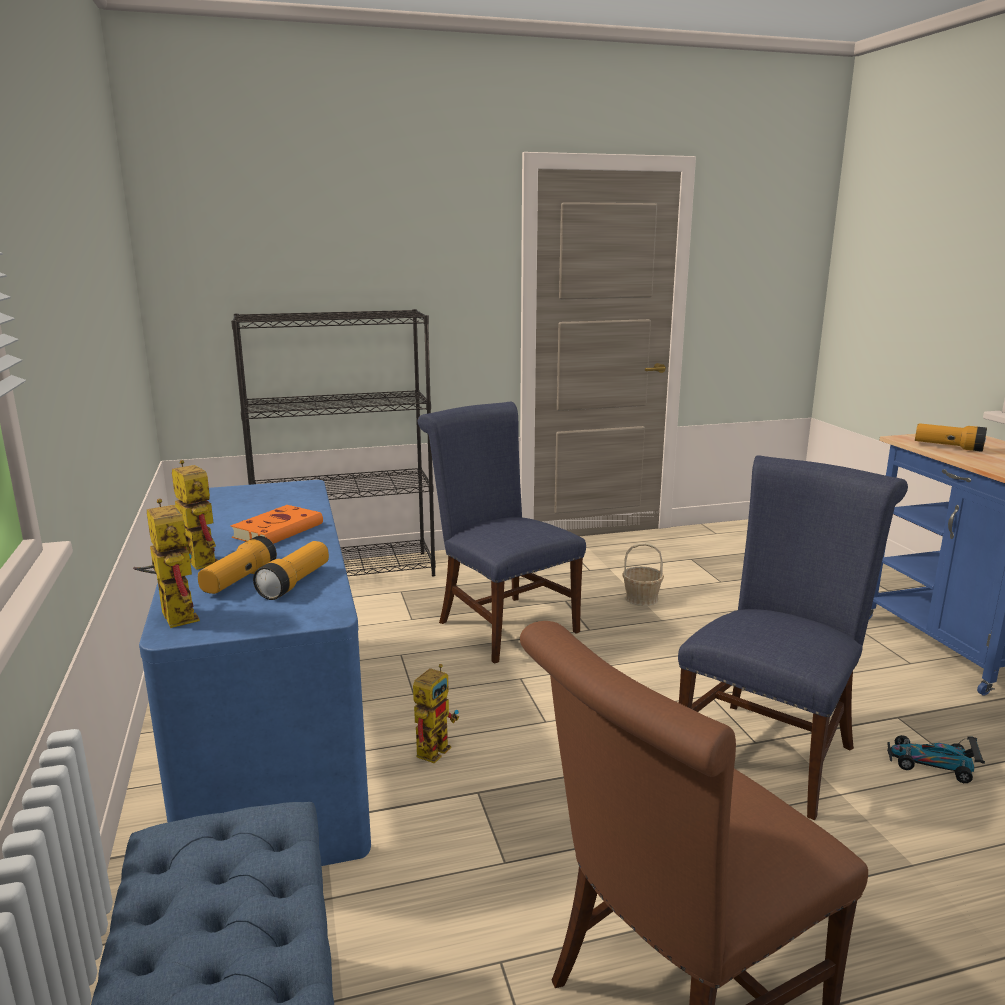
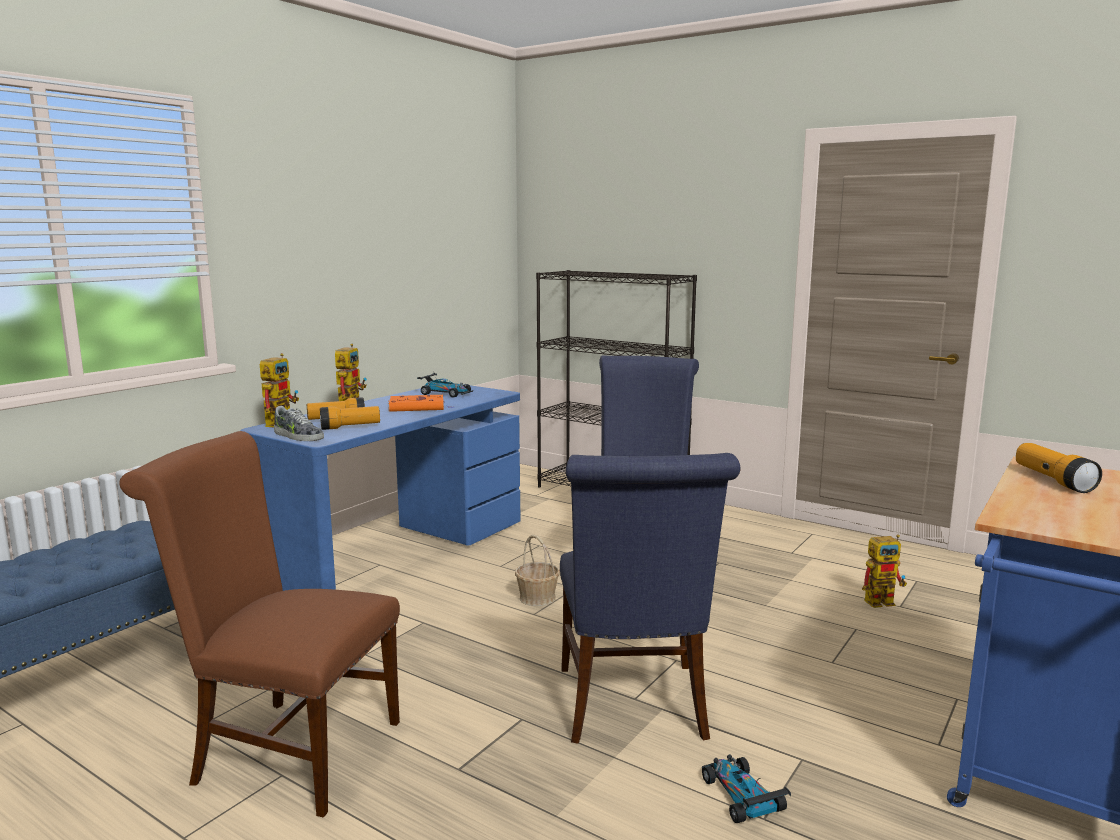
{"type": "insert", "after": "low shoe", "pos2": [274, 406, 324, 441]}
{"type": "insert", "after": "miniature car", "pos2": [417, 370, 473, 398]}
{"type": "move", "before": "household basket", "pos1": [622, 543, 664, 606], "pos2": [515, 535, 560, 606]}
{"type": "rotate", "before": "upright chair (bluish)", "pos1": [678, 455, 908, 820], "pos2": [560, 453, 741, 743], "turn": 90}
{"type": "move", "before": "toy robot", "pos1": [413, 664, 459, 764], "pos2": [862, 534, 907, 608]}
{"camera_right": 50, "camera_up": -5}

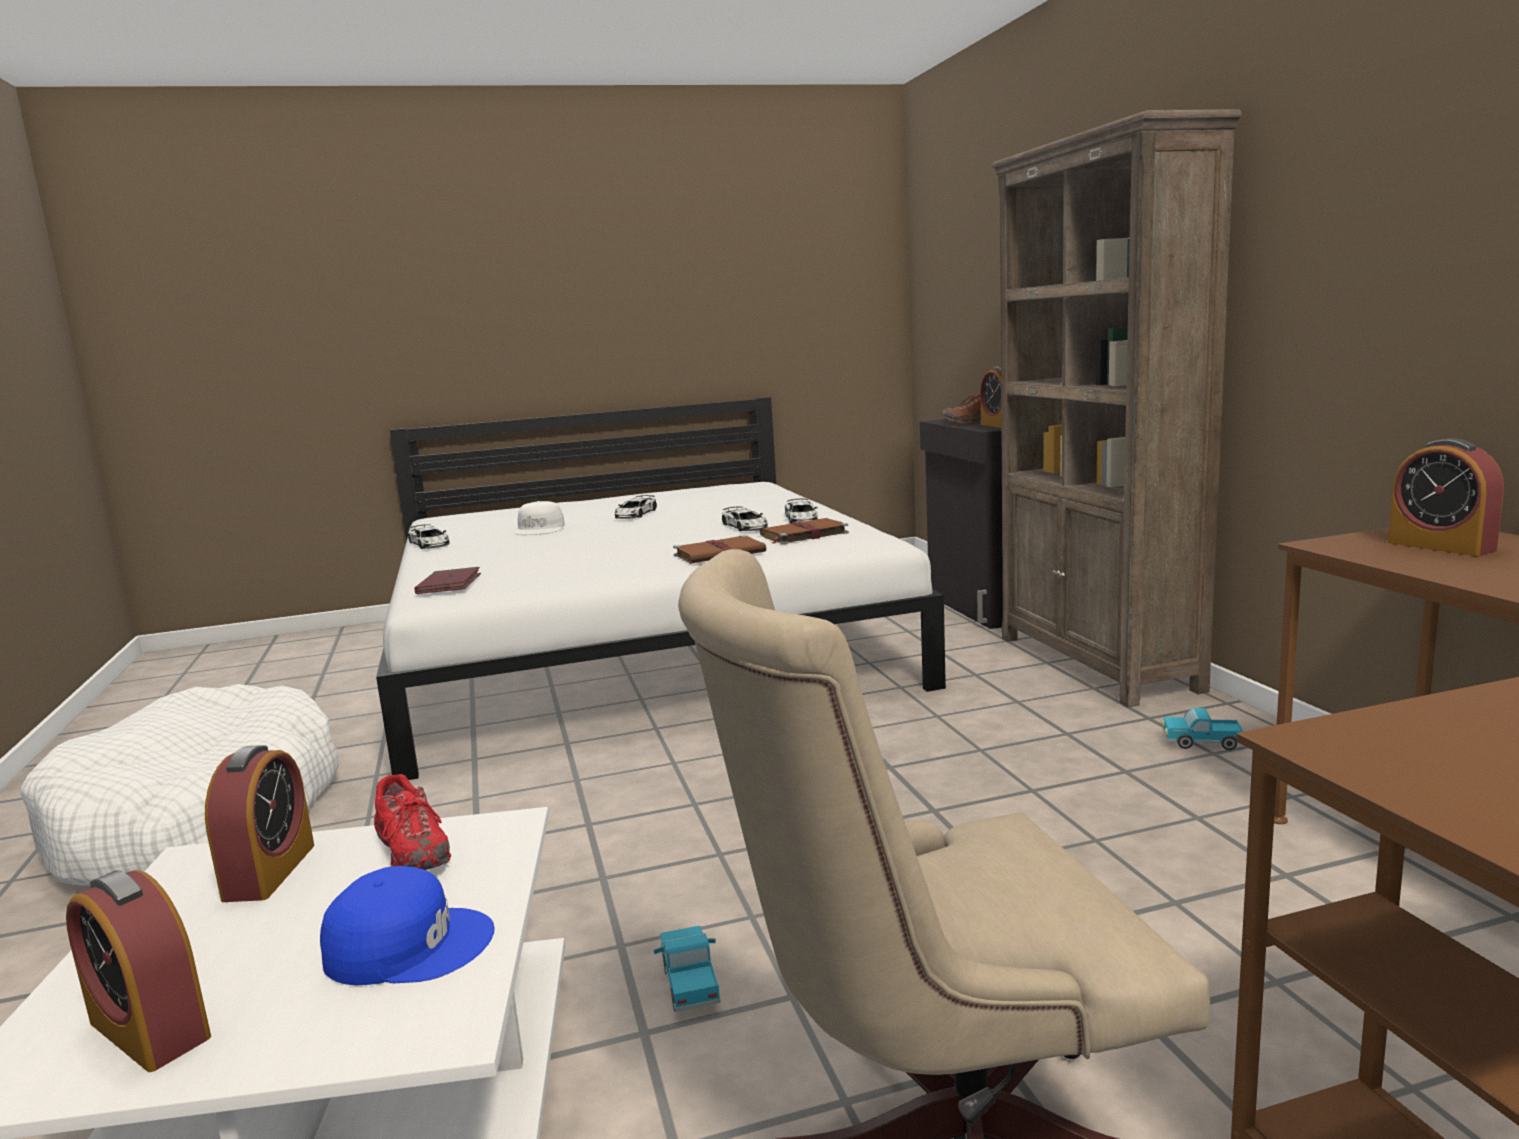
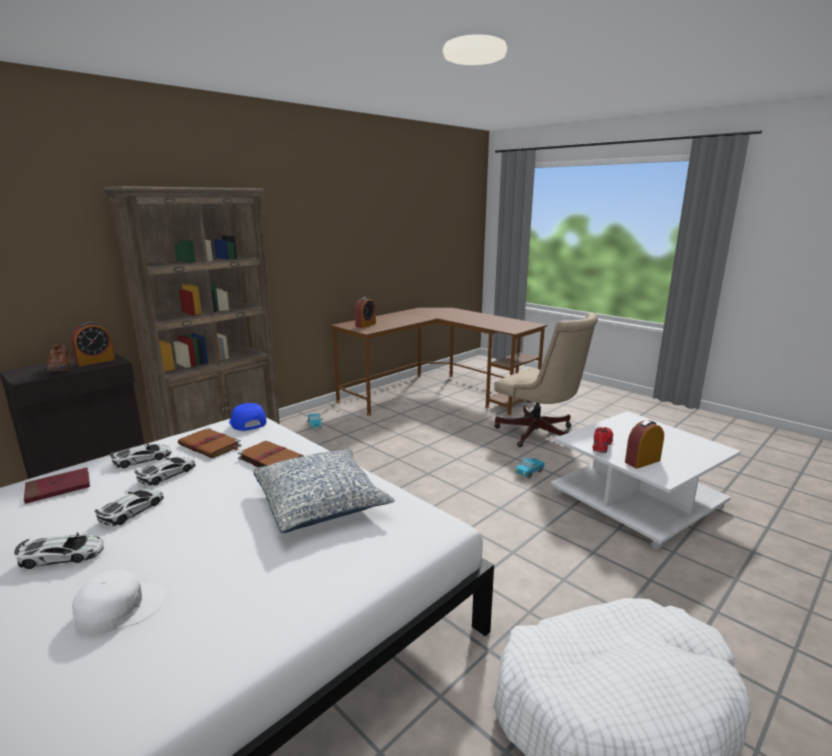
{"type": "move", "before": "bound book (reddish)", "pos1": [414, 567, 481, 594], "pos2": [24, 467, 90, 504]}
{"type": "move", "before": "miniature car", "pos1": [408, 524, 450, 549], "pos2": [95, 489, 164, 526]}
{"type": "move", "before": "peaked cap (bluish)", "pos1": [320, 866, 495, 986], "pos2": [229, 403, 266, 431]}
{"type": "insert", "after": "cushion", "pos2": [254, 449, 395, 533]}
{"type": "delete", "before": "table clock", "pos1": [66, 870, 211, 1072]}
{"camera_right": -120, "camera_up": 5}

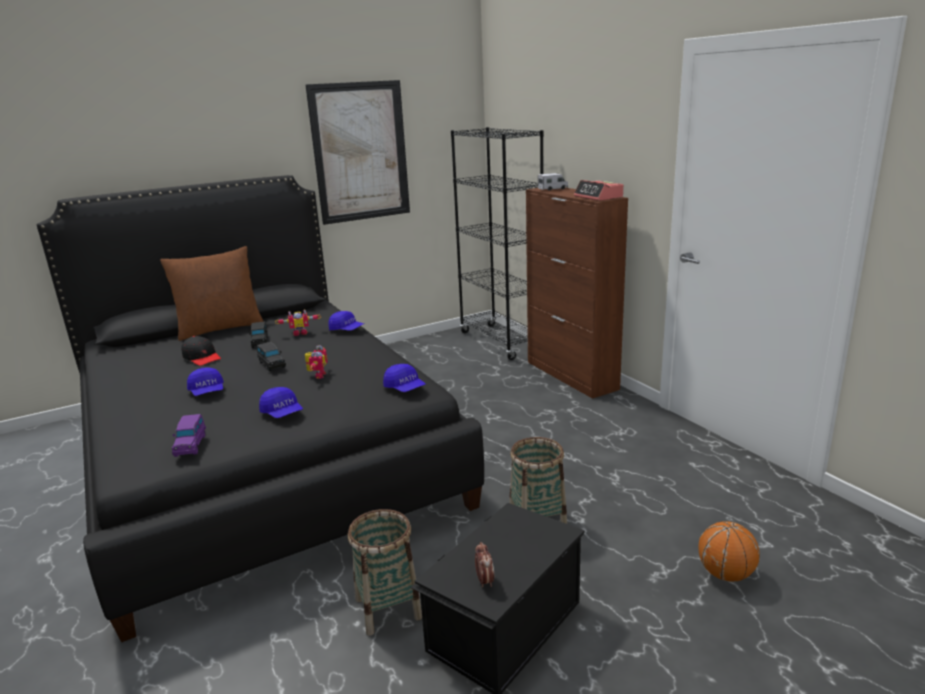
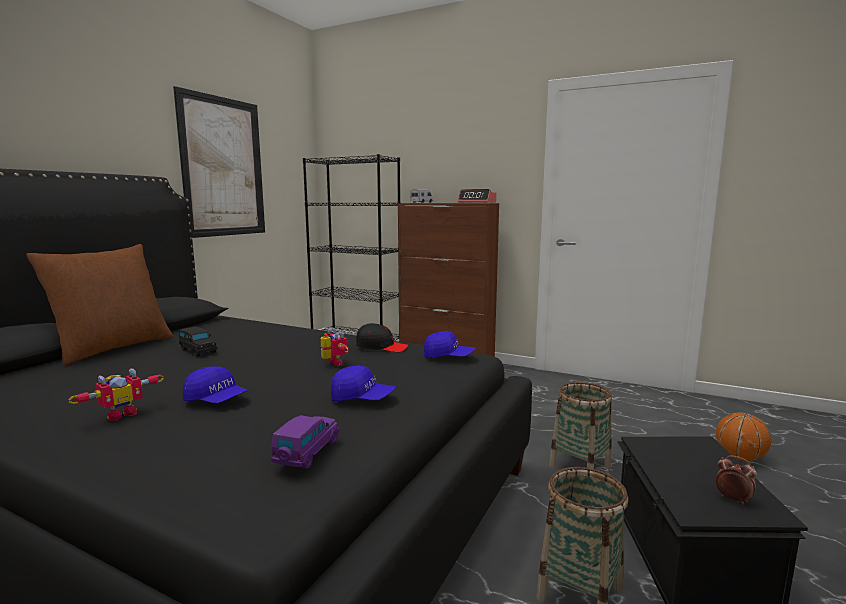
{"type": "move", "before": "toy robot", "pos1": [275, 309, 321, 336], "pos2": [69, 368, 164, 421]}
{"type": "rotate", "before": "miniature car (purplish)", "pos1": [172, 414, 206, 457], "pos2": [271, 415, 339, 469], "turn": -120}
{"type": "move", "before": "peaked cap (black)", "pos1": [181, 336, 221, 366], "pos2": [356, 323, 408, 352]}
{"type": "delete", "before": "miniature car (black)", "pos1": [257, 342, 286, 371]}
{"type": "delete", "before": "peaked cap (bluish)", "pos1": [328, 311, 364, 331]}
{"camera_right": -35, "camera_up": -10}

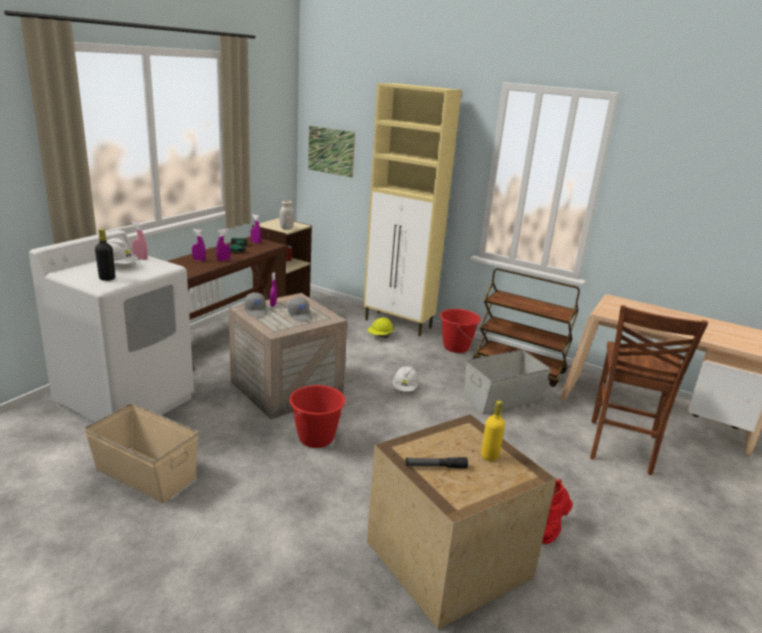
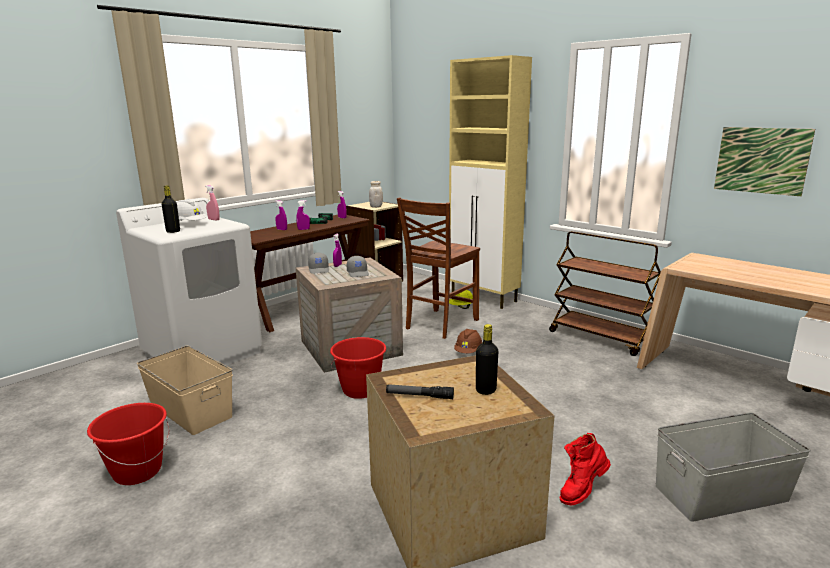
{"type": "move", "before": "bucket (reddish)", "pos1": [440, 309, 481, 353], "pos2": [87, 403, 169, 485]}
{"type": "move", "before": "upright chair (brownish)", "pos1": [590, 305, 708, 475], "pos2": [397, 198, 480, 339]}
{"type": "recolor", "before": "hard hat (whitish)", "after": "hard hat (brownish)", "pos1": [393, 366, 419, 392], "pos2": [454, 329, 482, 353]}
{"type": "recolor", "before": "drink bottle (yellow)", "after": "drink bottle (black)", "pos1": [481, 400, 505, 461], "pos2": [476, 324, 498, 395]}
{"type": "move", "before": "storage bin (greyish)", "pos1": [464, 350, 551, 415], "pos2": [656, 412, 810, 522]}
{"type": "move", "before": "picture", "pos1": [308, 126, 355, 177], "pos2": [714, 127, 815, 196]}
{"camera_right": 15, "camera_up": -5}

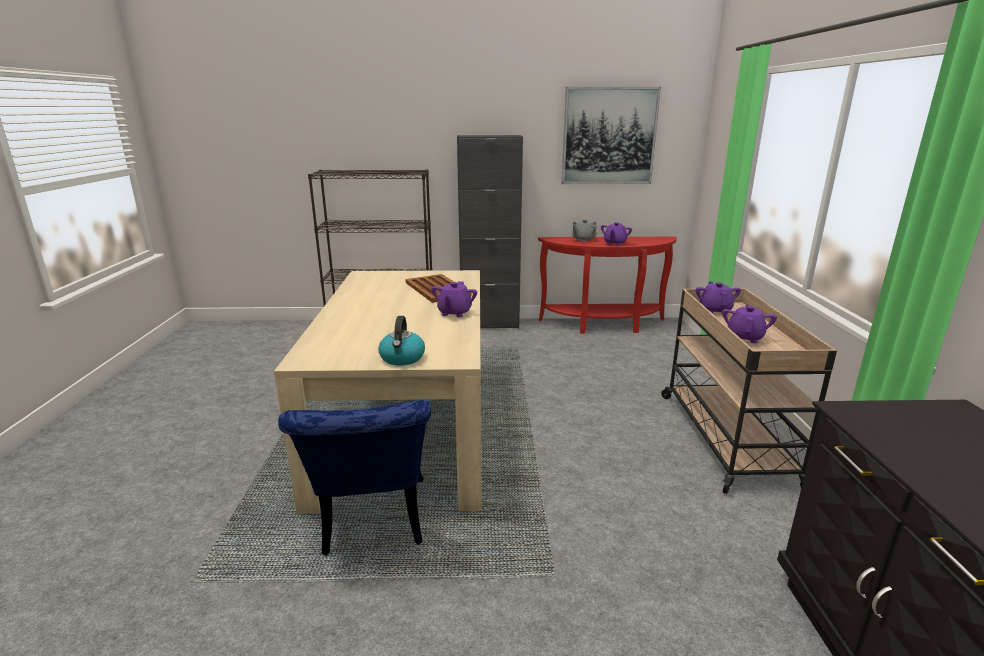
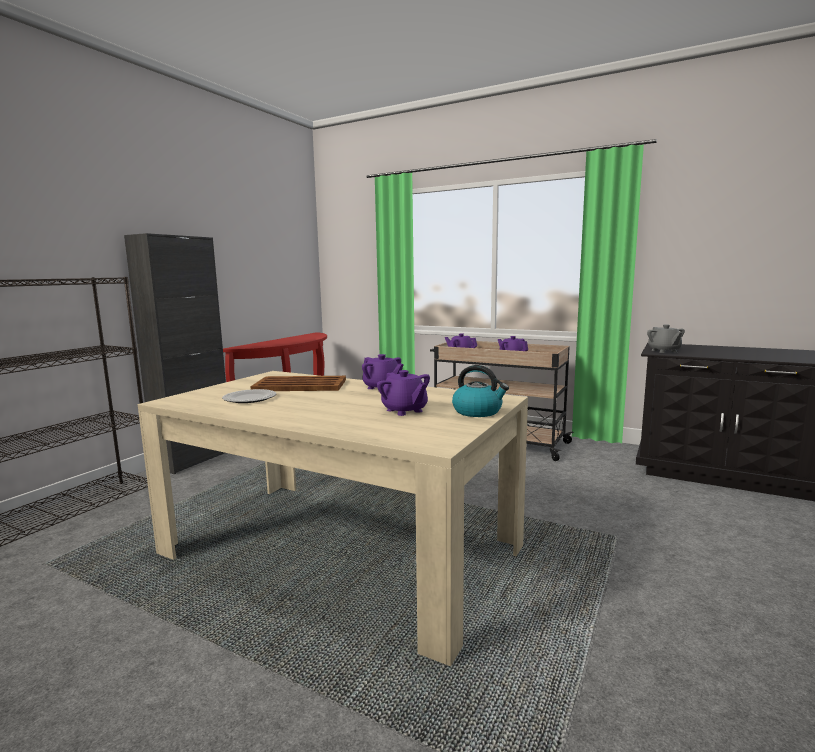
{"type": "insert", "after": "flat dish", "pos2": [222, 389, 276, 403]}
{"type": "move", "before": "teapot (purplish)", "pos1": [601, 222, 632, 246], "pos2": [377, 370, 430, 416]}
{"type": "move", "before": "teapot (greyish)", "pos1": [572, 219, 597, 242], "pos2": [647, 324, 685, 353]}
{"type": "delete", "before": "upright chair (bluish)", "pos1": [278, 400, 431, 556]}
{"type": "delete", "before": "picture", "pos1": [562, 87, 661, 184]}
{"camera_right": -60, "camera_up": -10}

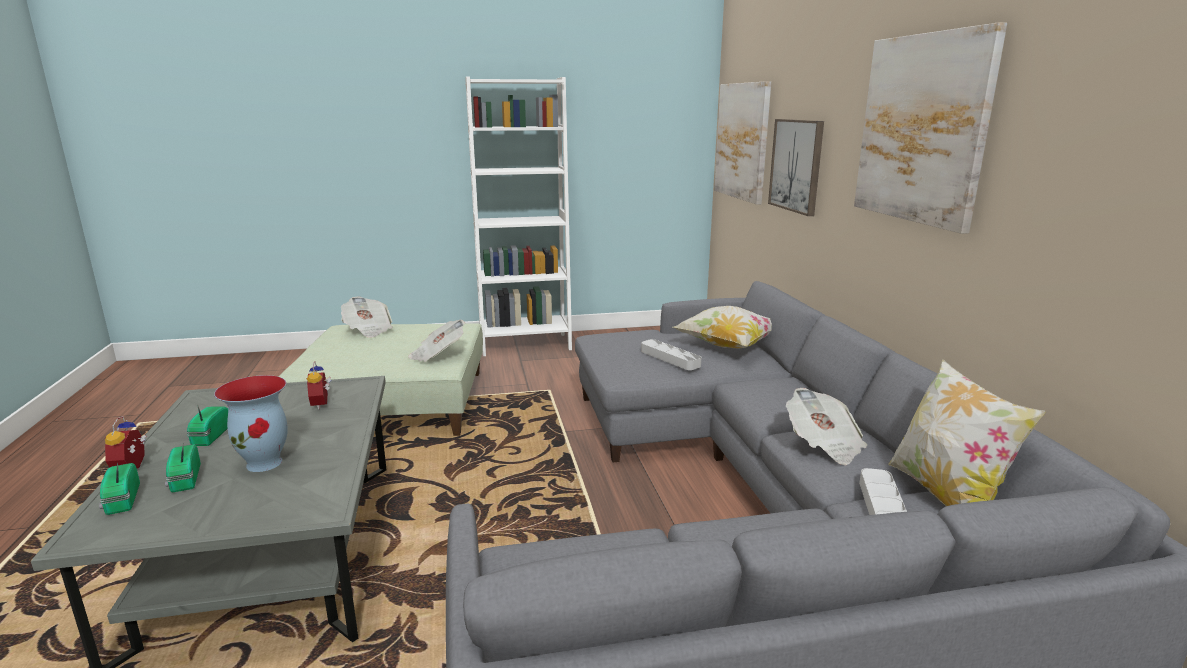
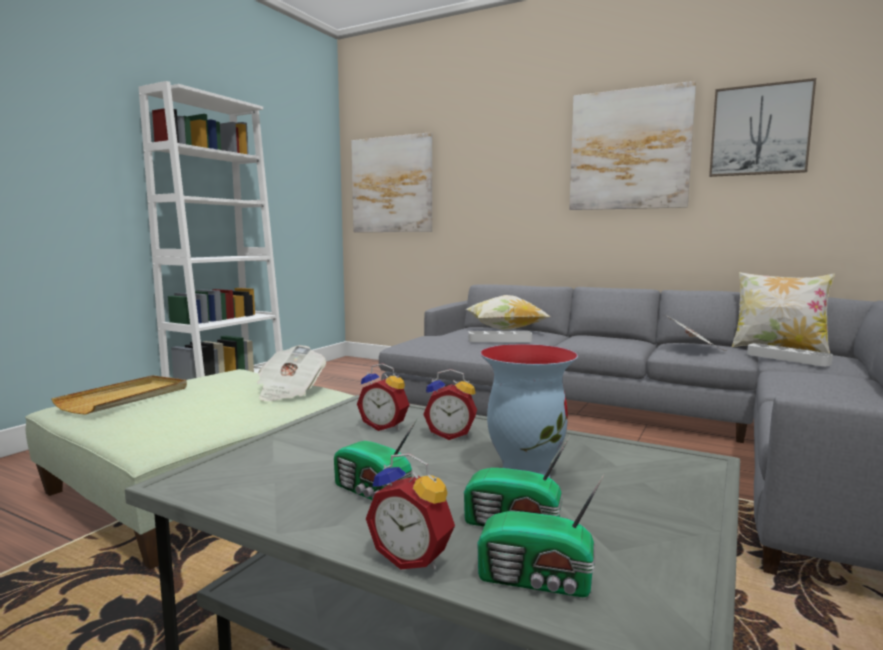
{"type": "replace", "before": "newspaper", "after": "tray (beige-coloured)", "pos1": [341, 297, 393, 338], "pos2": [51, 375, 187, 415]}
{"type": "insert", "after": "table clock", "pos2": [423, 369, 477, 440]}
{"type": "move", "before": "picture", "pos1": [768, 119, 824, 216], "pos2": [709, 78, 816, 177]}
{"camera_right": -50, "camera_up": -10}

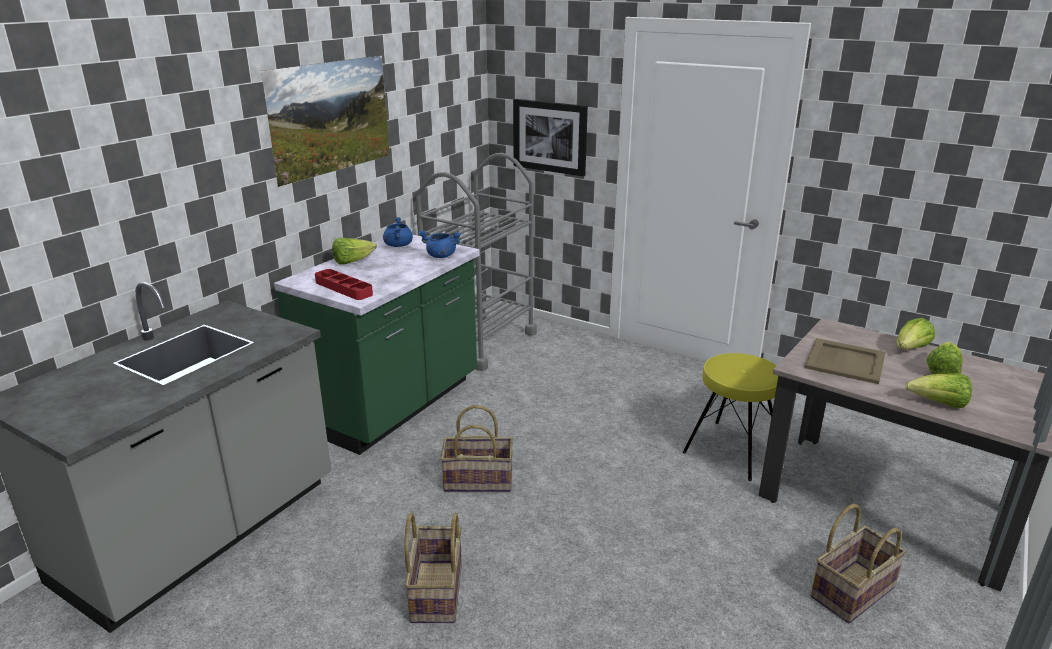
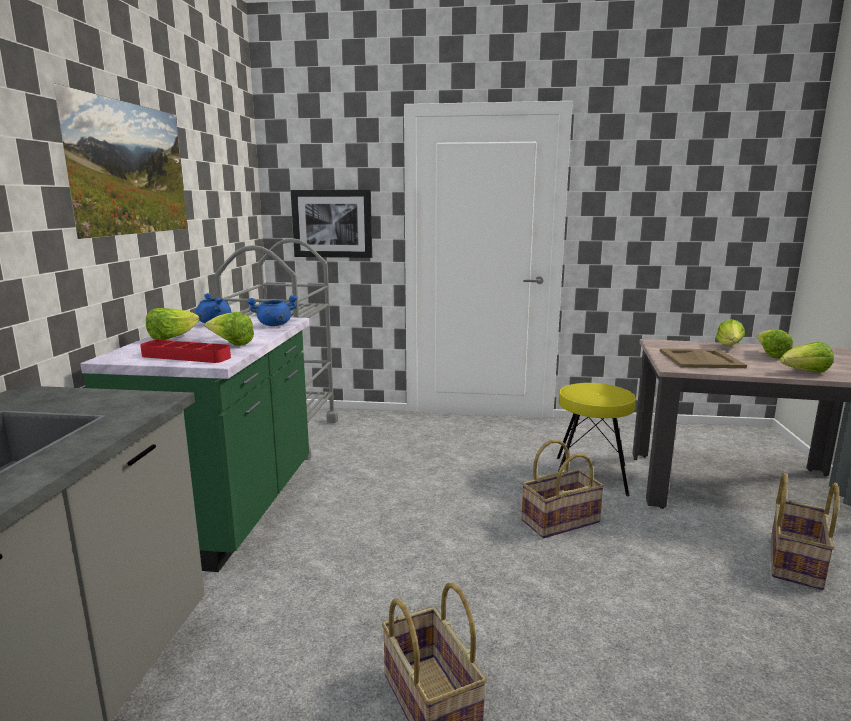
{"type": "insert", "after": "lettuce head", "pos2": [205, 312, 254, 346]}
{"type": "move", "before": "household basket", "pos1": [441, 405, 513, 492], "pos2": [522, 440, 605, 538]}
{"camera_right": -25, "camera_up": -10}

